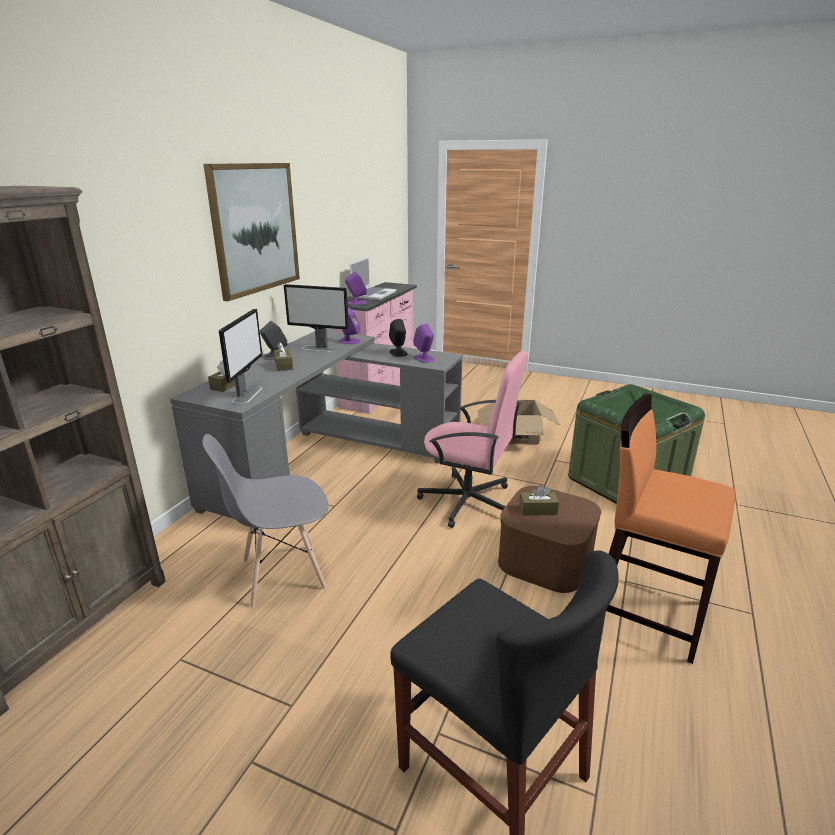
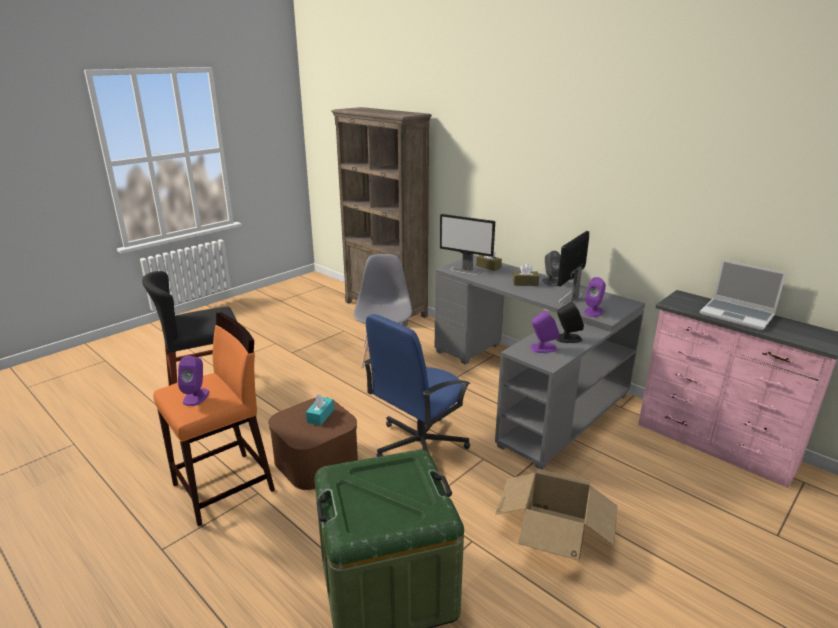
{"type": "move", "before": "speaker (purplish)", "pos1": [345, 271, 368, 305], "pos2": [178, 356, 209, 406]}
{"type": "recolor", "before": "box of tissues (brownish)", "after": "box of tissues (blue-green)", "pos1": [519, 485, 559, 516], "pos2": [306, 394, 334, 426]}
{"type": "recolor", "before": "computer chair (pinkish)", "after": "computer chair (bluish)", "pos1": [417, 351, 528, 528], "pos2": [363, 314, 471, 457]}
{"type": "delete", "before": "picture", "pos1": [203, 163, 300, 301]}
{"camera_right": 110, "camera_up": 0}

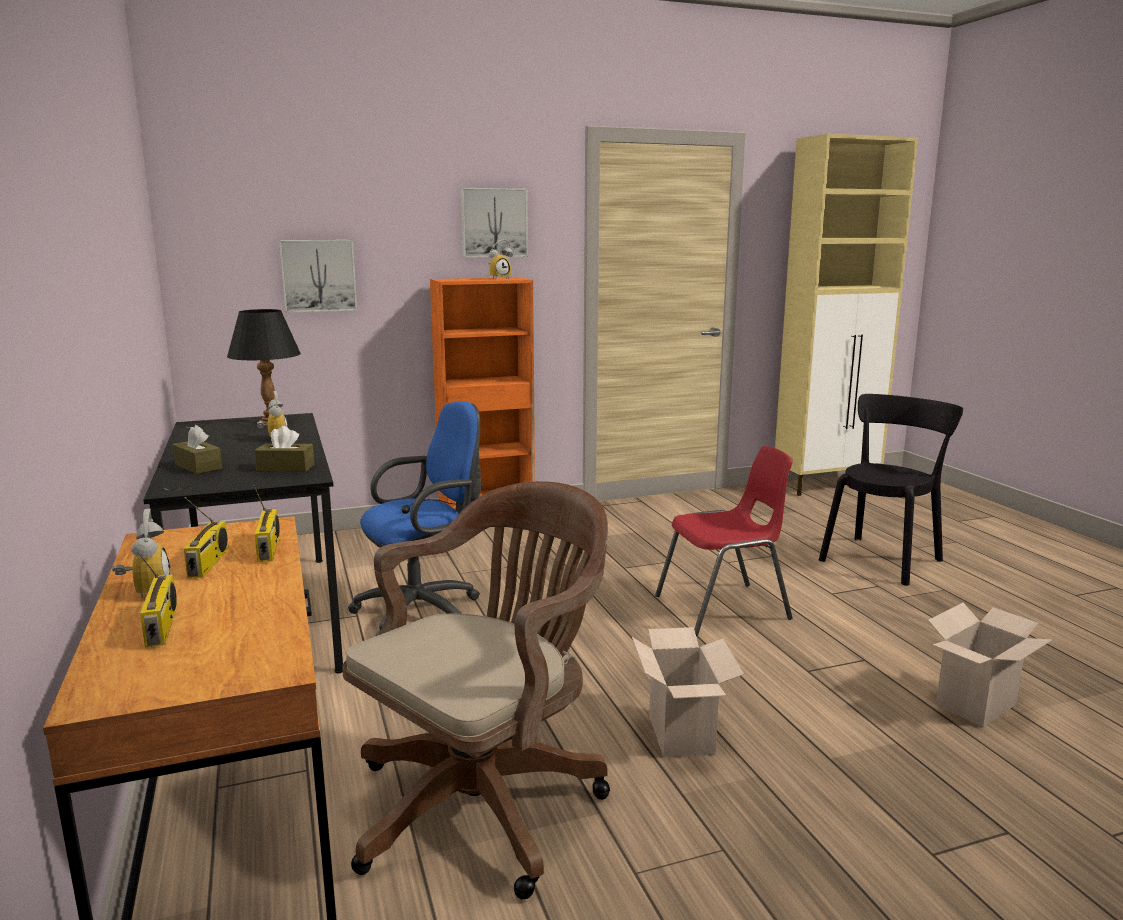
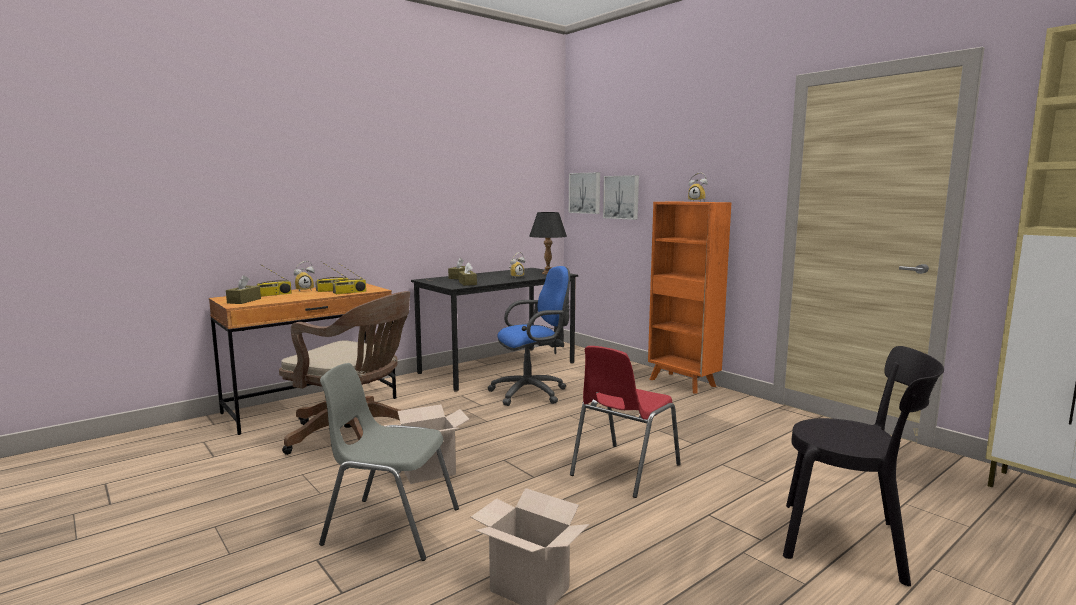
{"type": "insert", "after": "box of tissues (brownish)", "pos2": [226, 275, 261, 304]}
{"type": "insert", "after": "upright chair (greyish)", "pos2": [319, 363, 459, 561]}
{"type": "rotate", "before": "computer chair (bluish)", "pos1": [348, 401, 481, 636], "pos2": [487, 266, 570, 406], "turn": -60}
{"type": "move", "before": "picture", "pos1": [460, 188, 528, 258], "pos2": [569, 172, 600, 214]}
{"type": "rotate", "before": "upright chair (reddish)", "pos1": [655, 446, 793, 636], "pos2": [570, 346, 681, 498], "turn": 75}
{"camera_right": 70, "camera_up": -5}

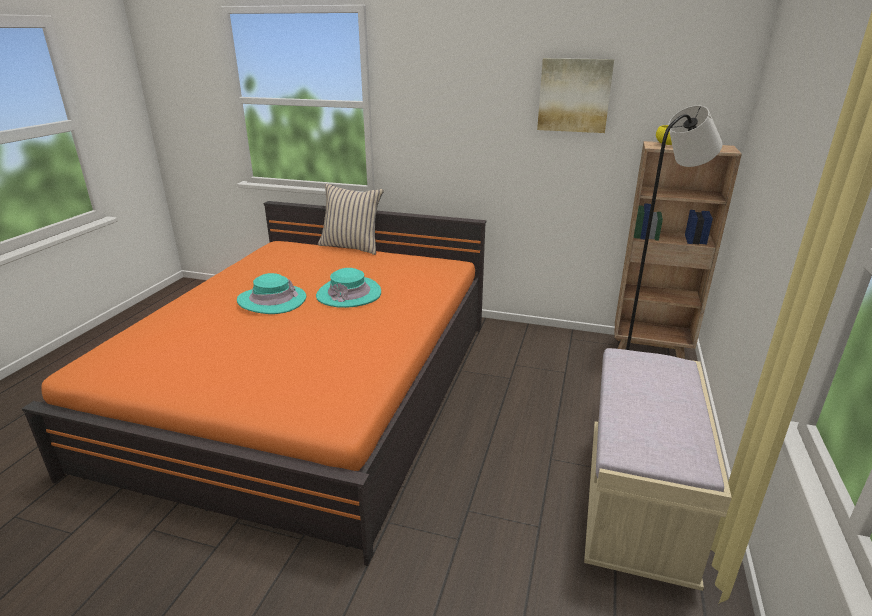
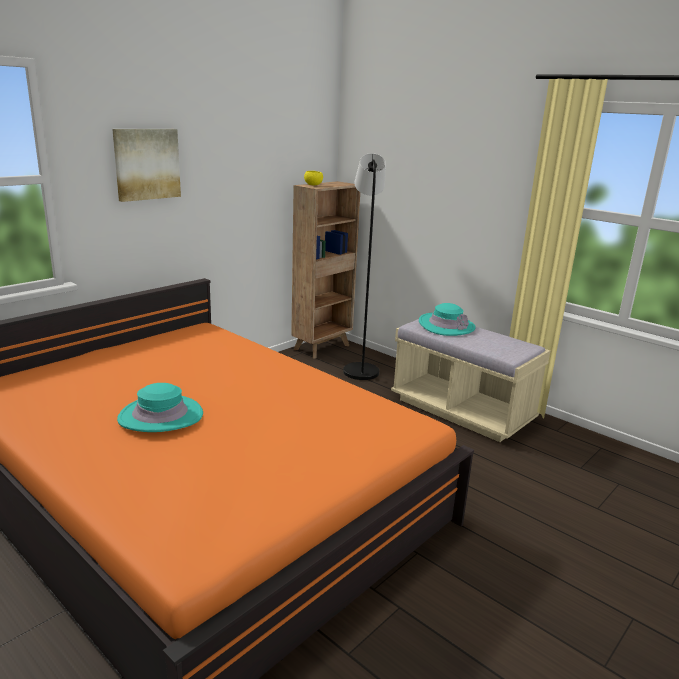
{"type": "move", "before": "picture", "pos1": [537, 58, 614, 133], "pos2": [112, 129, 181, 202]}
{"type": "move", "before": "hat (blue-green)", "pos1": [316, 268, 381, 308], "pos2": [419, 303, 475, 336]}
{"type": "delete", "before": "cushion (beige-coloured)", "pos1": [318, 184, 384, 255]}
{"camera_right": -65, "camera_up": -5}

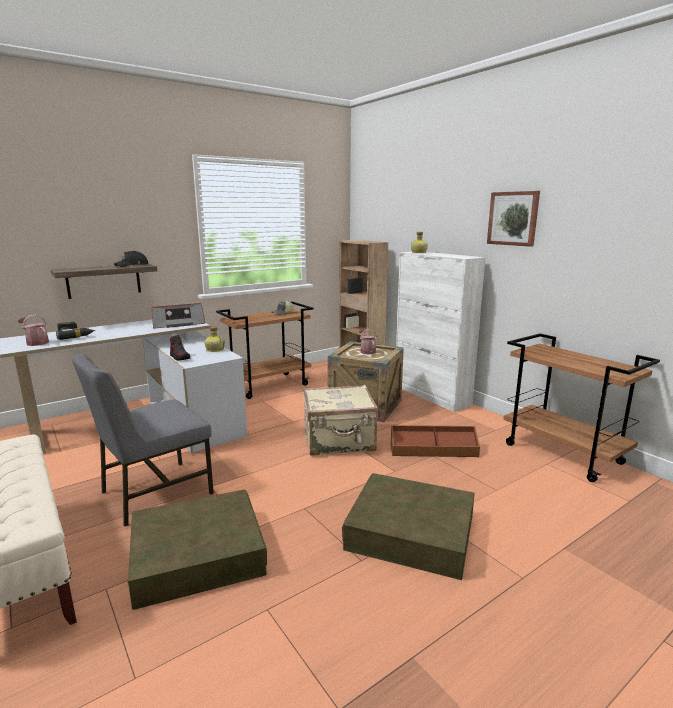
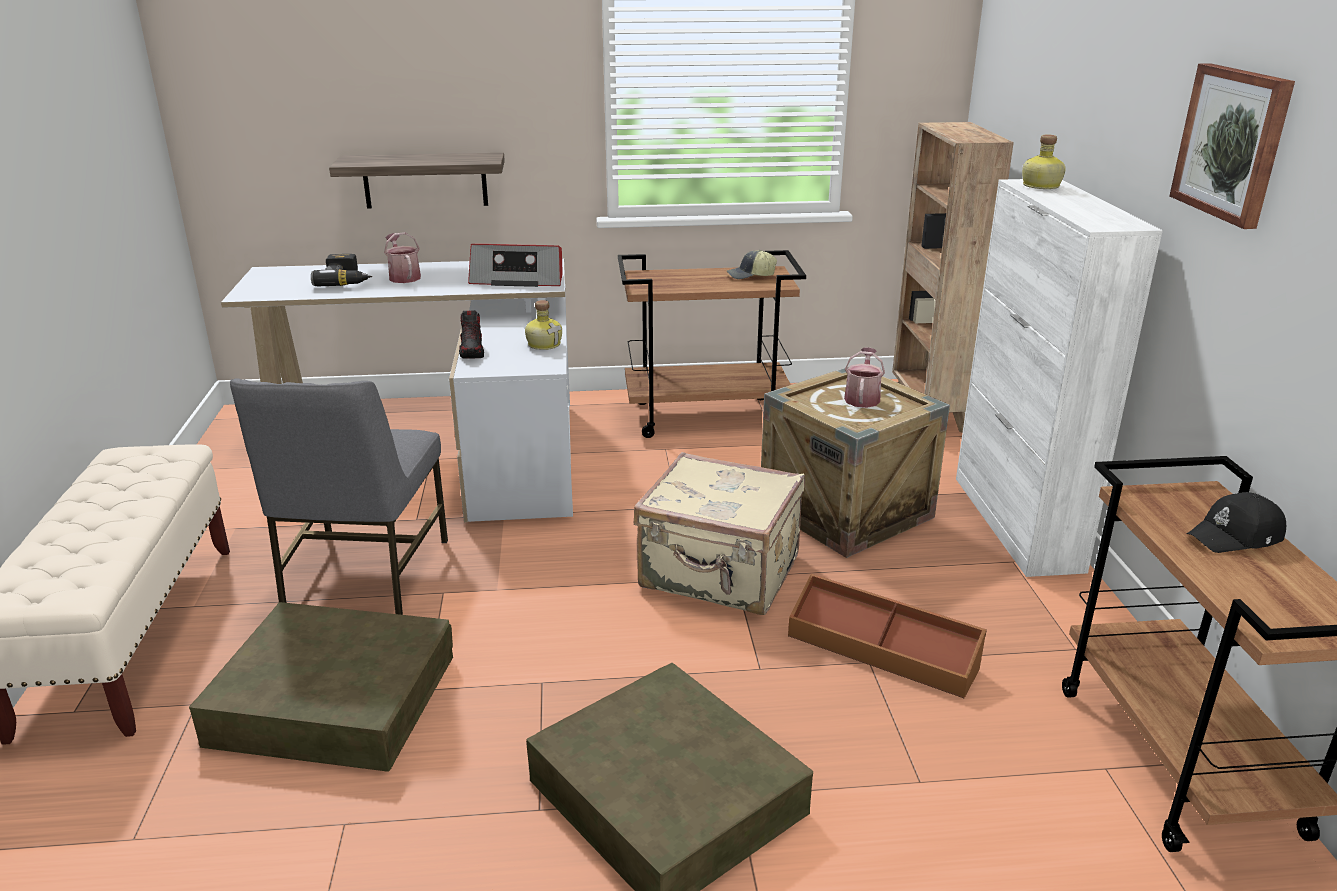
{"type": "rotate", "before": "upright chair (greyish)", "pos1": [72, 354, 214, 526], "pos2": [230, 379, 448, 615], "turn": -75}
{"type": "move", "before": "watering pot", "pos1": [18, 314, 49, 346], "pos2": [384, 232, 421, 283]}
{"type": "move", "before": "peaked cap (black)", "pos1": [114, 250, 148, 267], "pos2": [1187, 492, 1286, 553]}
{"camera_right": 30, "camera_up": 10}

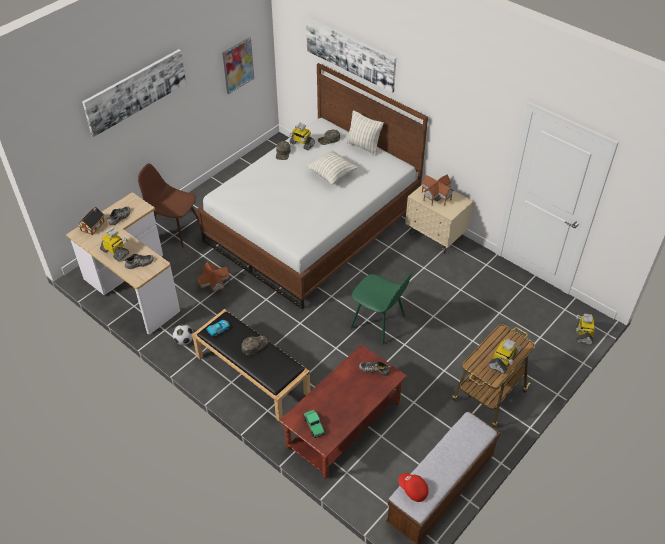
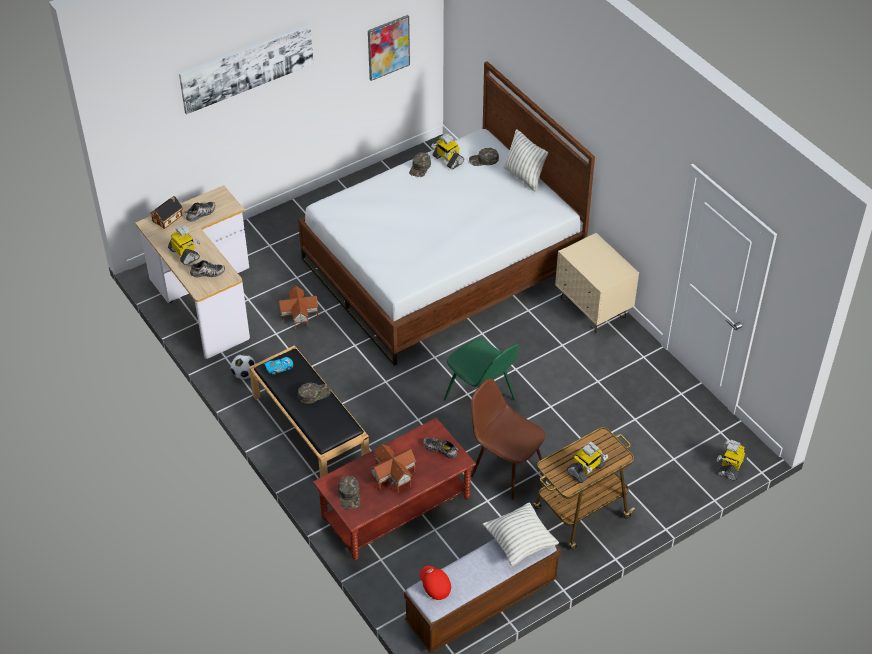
{"type": "replace", "before": "miniature car", "after": "peaked cap (green-coloured)", "pos1": [303, 410, 325, 438], "pos2": [338, 476, 360, 509]}
{"type": "move", "before": "miniature house", "pos1": [422, 174, 453, 206], "pos2": [369, 444, 416, 493]}
{"type": "move", "before": "upright chair (brownish)", "pos1": [138, 163, 199, 248], "pos2": [471, 378, 545, 500]}
{"type": "move", "before": "cushion", "pos1": [306, 150, 358, 185], "pos2": [483, 502, 559, 566]}
{"type": "delete", "before": "picture", "pos1": [306, 17, 396, 93]}
{"camera_right": 15, "camera_up": 0}

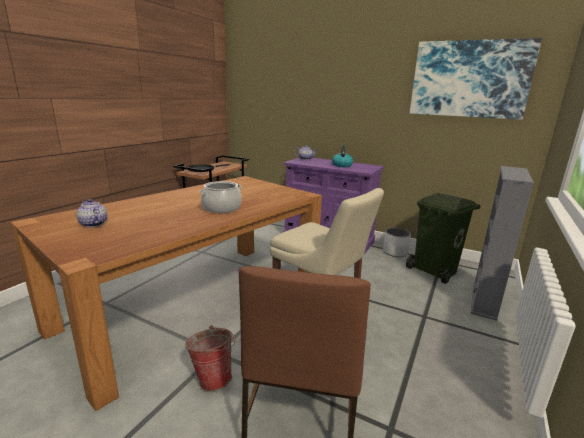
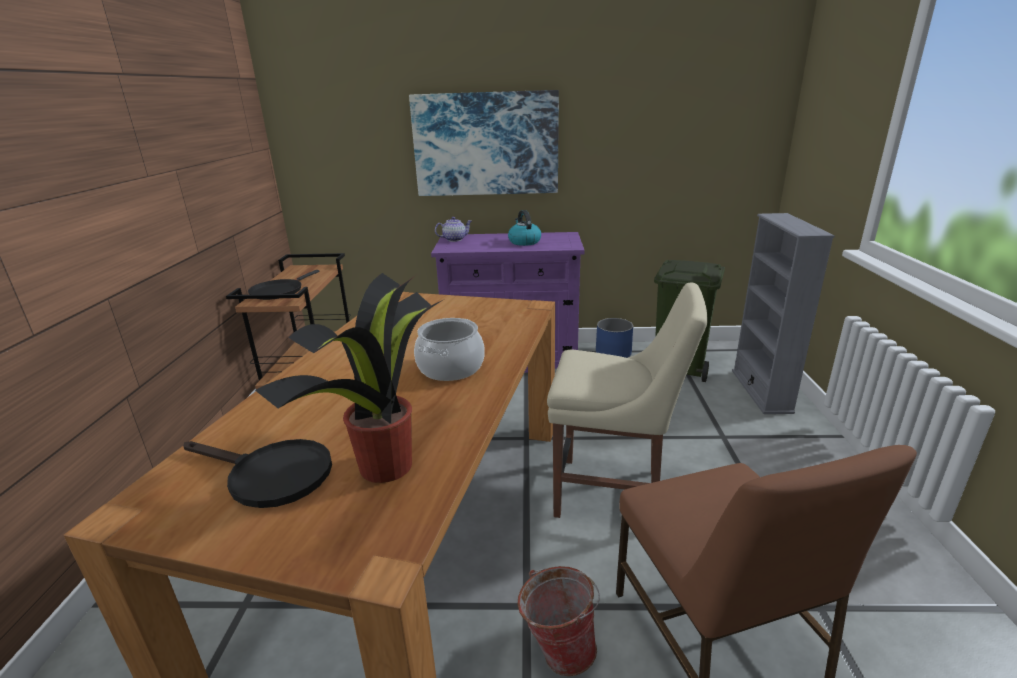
{"type": "replace", "before": "teapot", "after": "pan (black)", "pos1": [76, 199, 107, 227], "pos2": [183, 439, 332, 508]}
{"type": "insert", "after": "houseplant", "pos2": [255, 273, 443, 483]}
{"type": "move", "before": "picture", "pos1": [410, 38, 542, 120], "pos2": [409, 90, 559, 196]}
{"type": "recolor", "before": "planter (whitish)", "after": "planter (bluish)", "pos1": [383, 228, 411, 257], "pos2": [596, 318, 633, 358]}
{"camera_right": -25, "camera_up": 5}

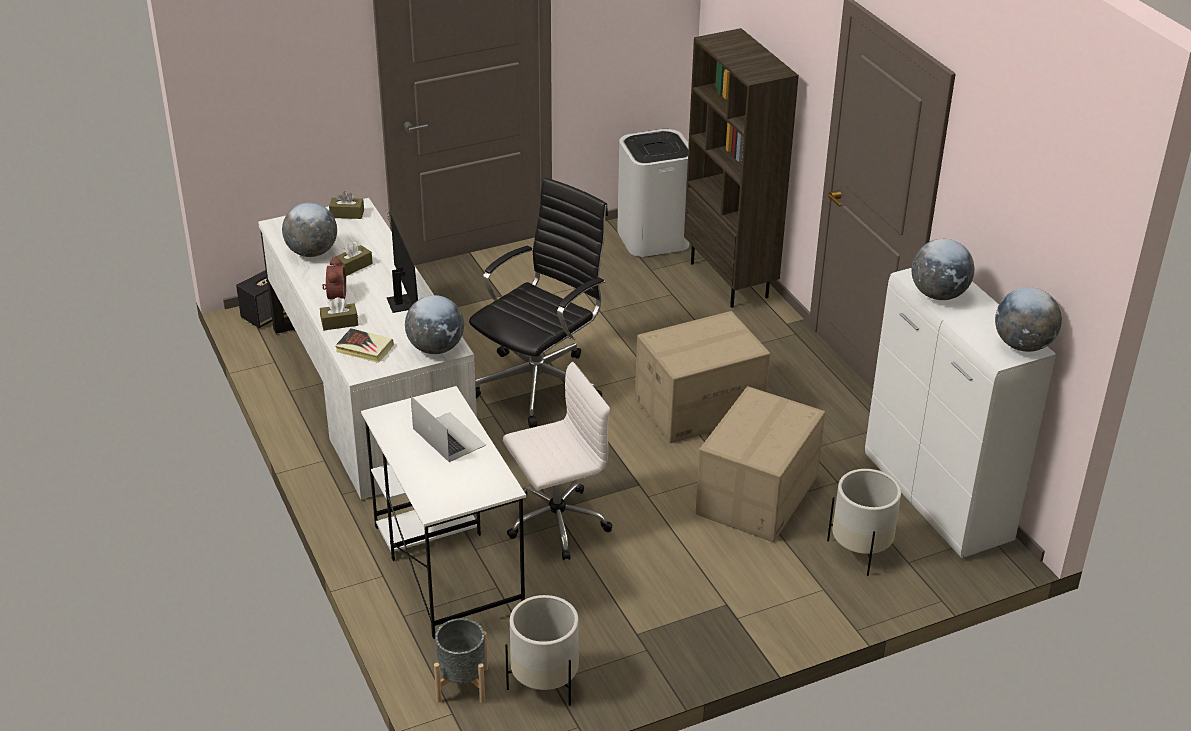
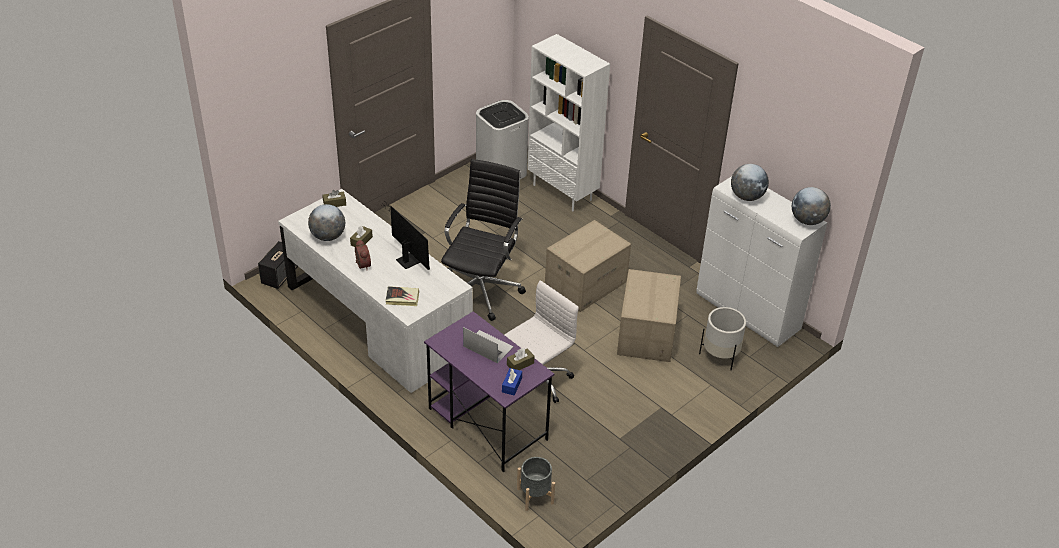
{"type": "recolor", "before": "desk unit (whitish)", "after": "desk unit (purplish)", "pos1": [361, 386, 526, 639], "pos2": [424, 311, 554, 472]}
{"type": "insert", "after": "box of tissues (bluish)", "pos2": [502, 368, 522, 395]}
{"type": "move", "before": "box of tissues (brownish)", "pos1": [320, 297, 358, 330], "pos2": [507, 348, 535, 370]}
{"type": "recolor", "before": "bookcase (brownish)", "after": "bookcase (whitish)", "pos1": [684, 28, 799, 308], "pos2": [527, 34, 610, 211]}
{"type": "delete", "before": "desk globe", "pos1": [405, 295, 464, 354]}
{"type": "delete", "before": "planter (whitish)", "pos1": [505, 595, 579, 706]}
{"camera_right": -20, "camera_up": 5}

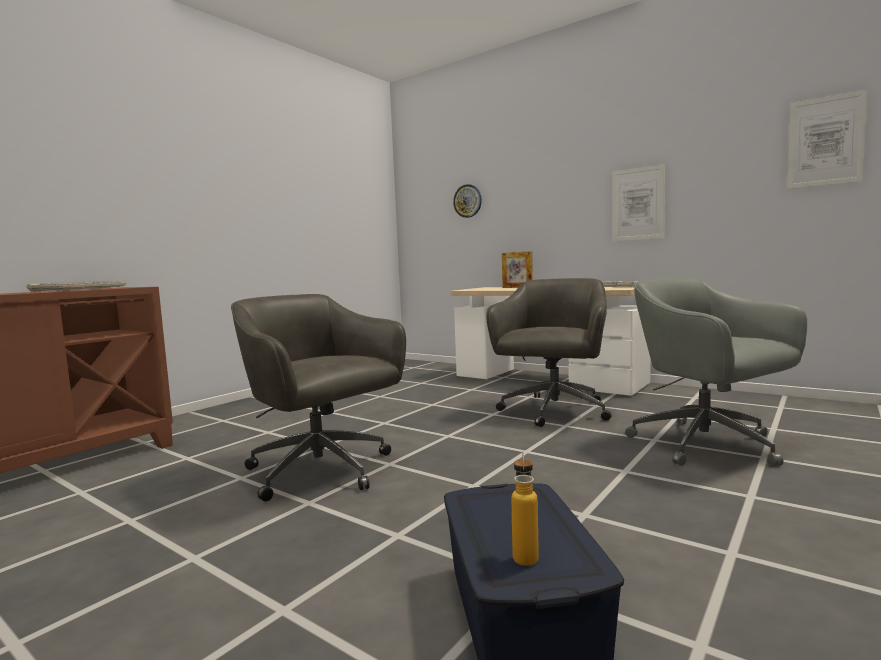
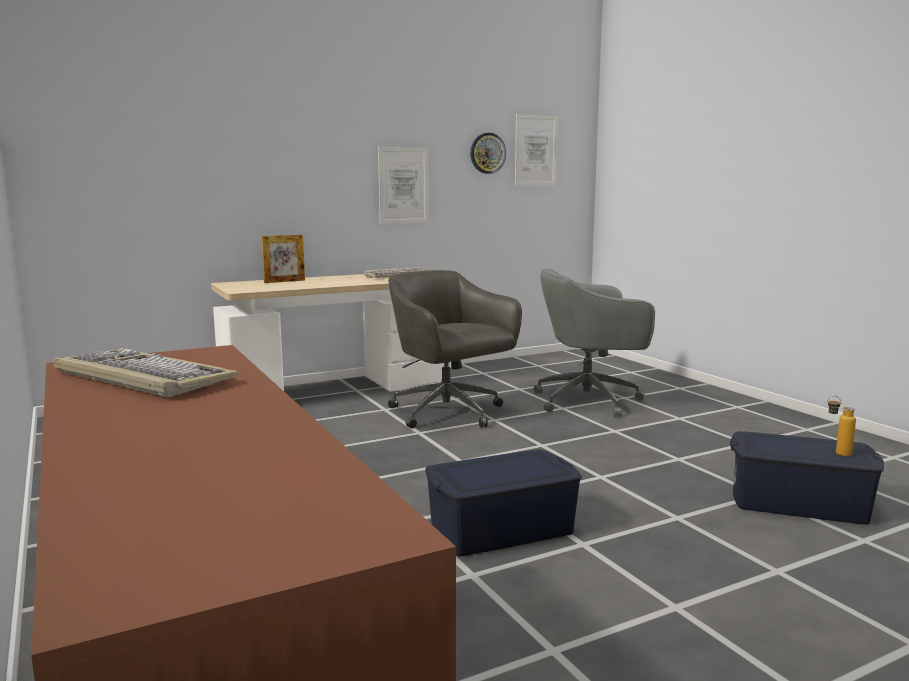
{"type": "replace", "before": "computer chair (greyish)", "after": "storage bin (bluish)", "pos1": [231, 294, 406, 501], "pos2": [425, 449, 582, 556]}
{"type": "move", "before": "hanging clock", "pos1": [453, 184, 482, 218], "pos2": [470, 133, 506, 174]}
{"camera_right": -65, "camera_up": 5}

